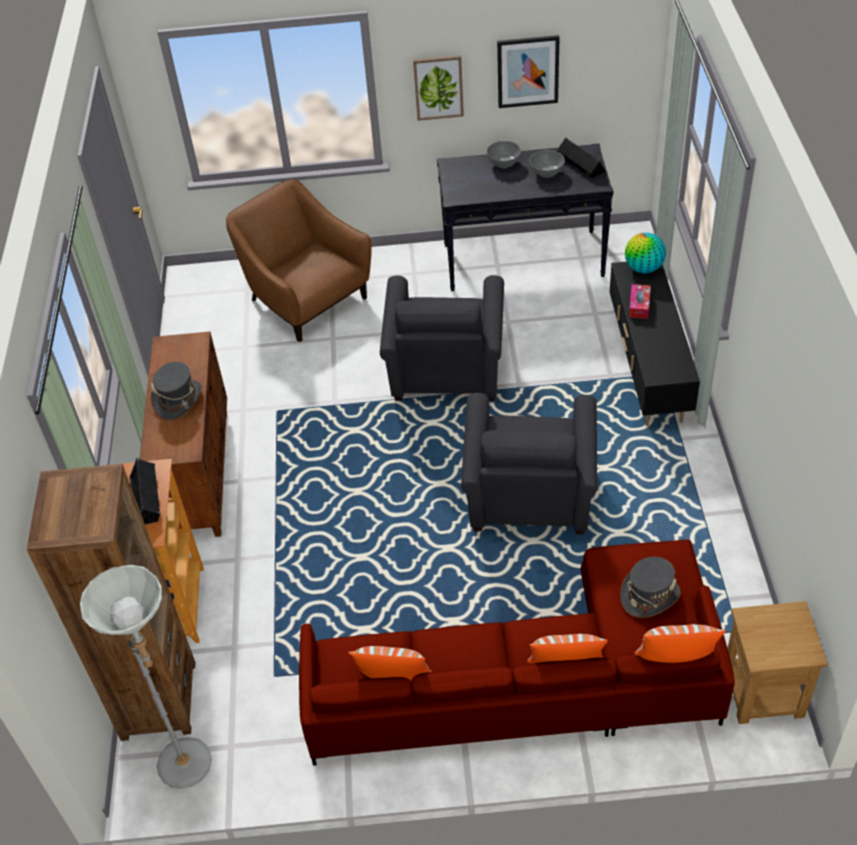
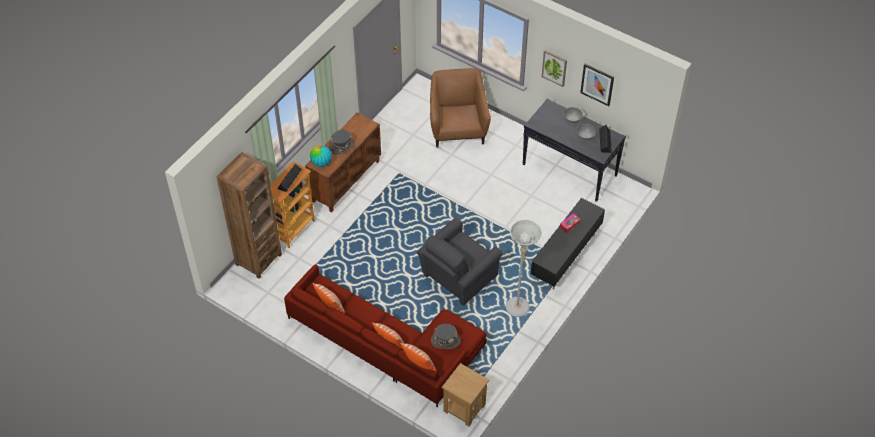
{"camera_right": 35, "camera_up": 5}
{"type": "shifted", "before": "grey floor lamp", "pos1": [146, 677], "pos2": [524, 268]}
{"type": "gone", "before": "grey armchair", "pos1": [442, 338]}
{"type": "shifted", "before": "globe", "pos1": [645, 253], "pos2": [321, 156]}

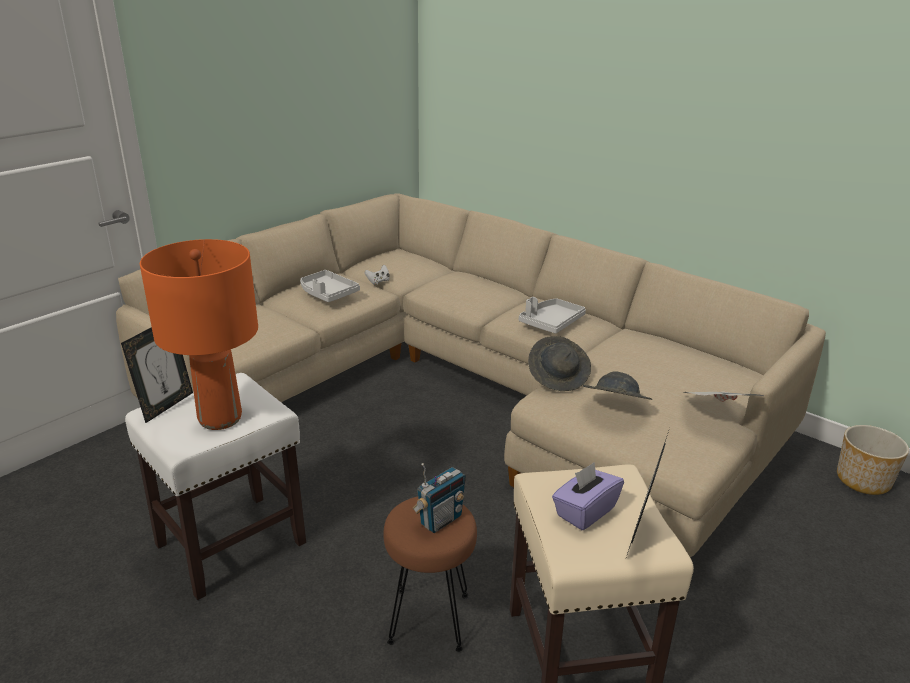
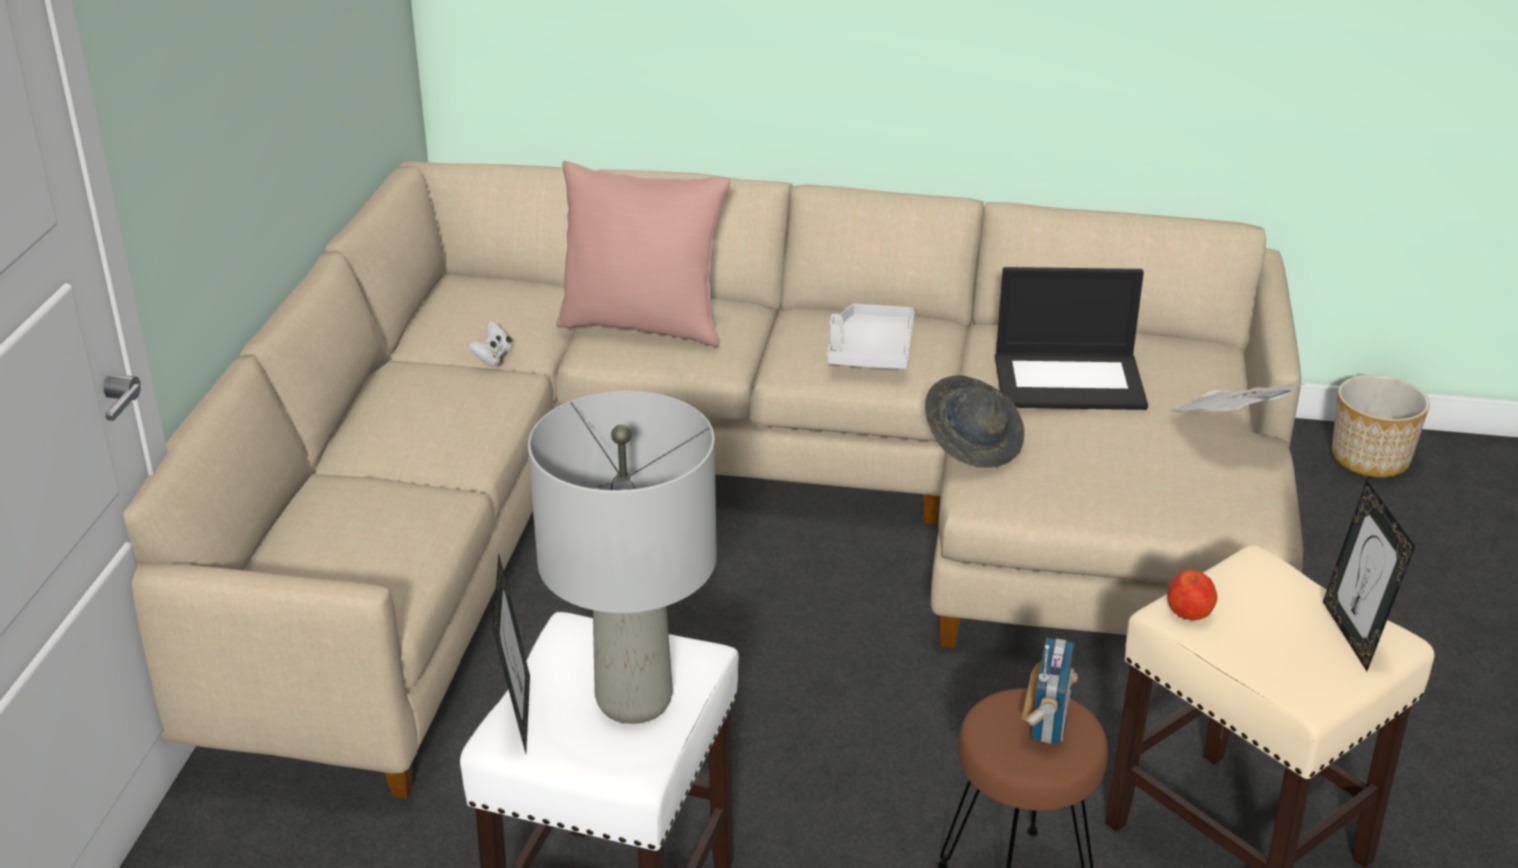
{"camera_right": -30, "camera_up": 5}
{"type": "repainted", "before": "orange table lamp", "after": "grey table lamp", "pos1": [199, 334], "pos2": [622, 557]}
{"type": "gone", "before": "grey tray", "pos1": [330, 286]}
{"type": "gone", "before": "purple tissue box", "pos1": [588, 496]}
{"type": "gone", "before": "grey hat", "pos1": [617, 385]}
{"type": "new", "after": "pink pillow", "pos2": [643, 253]}
{"type": "new", "after": "laptop", "pos2": [1071, 338]}
{"type": "new", "after": "apple", "pos2": [1192, 595]}

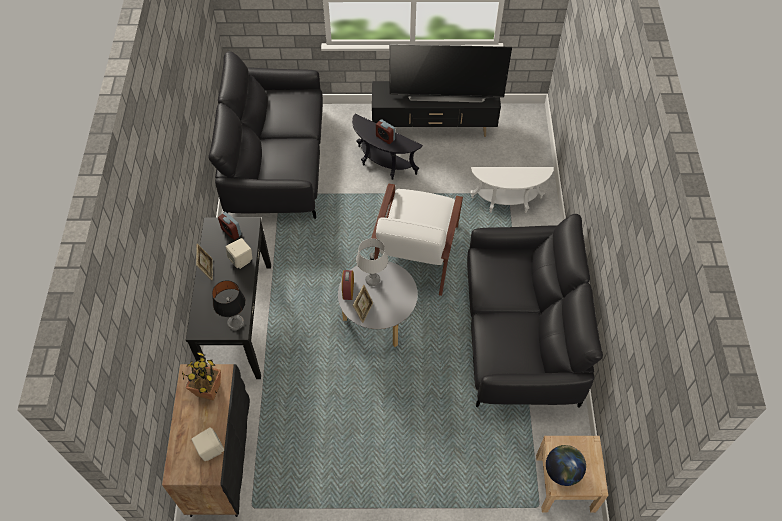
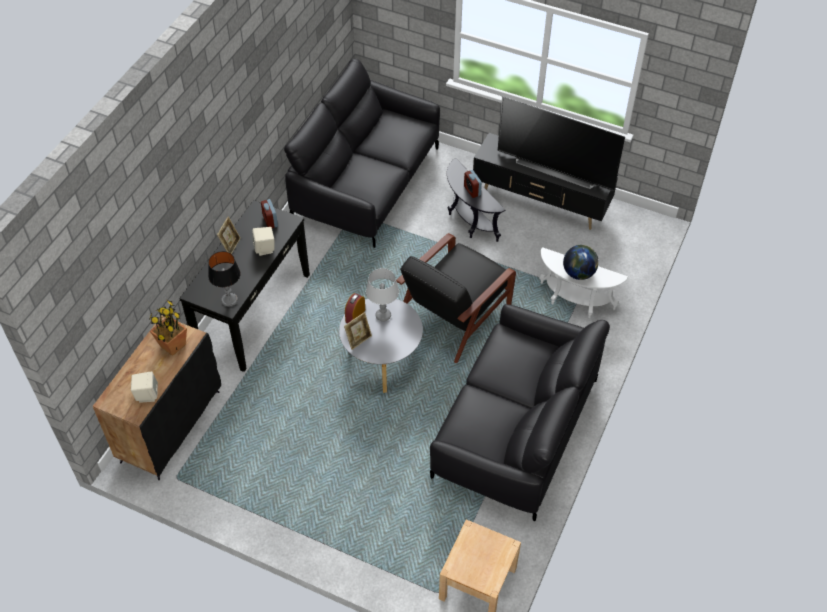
{"camera_right": 25, "camera_up": -5}
{"type": "repainted", "before": "white armchair", "after": "black armchair", "pos1": [417, 239], "pos2": [456, 298]}
{"type": "shifted", "before": "globe", "pos1": [566, 465], "pos2": [581, 262]}

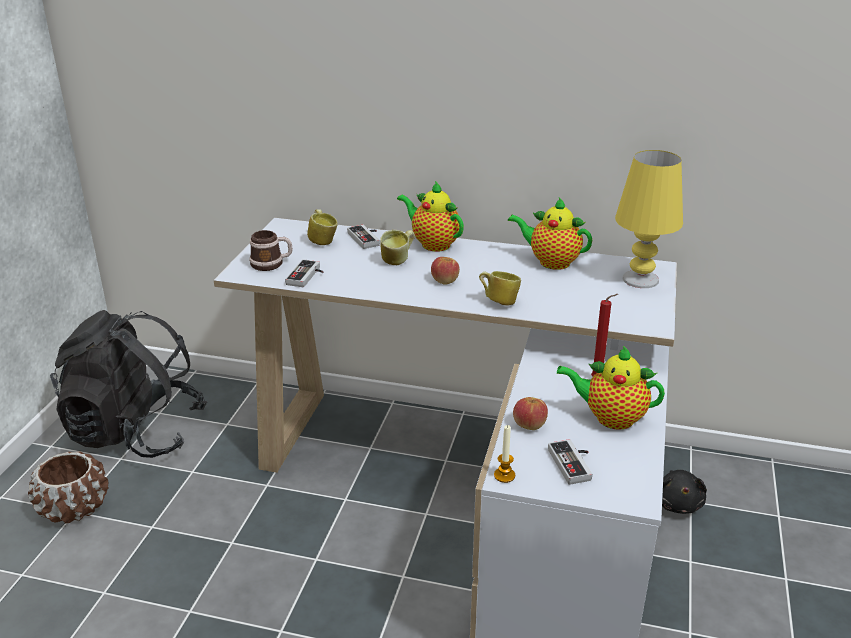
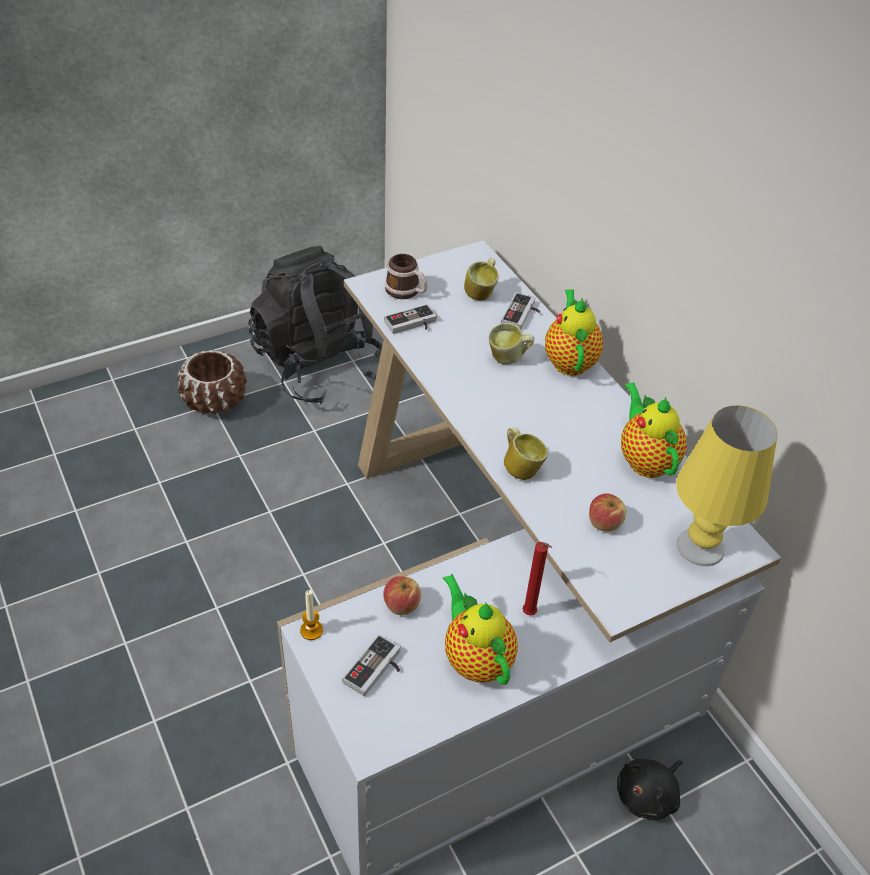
{"camera_right": 45, "camera_up": 15}
{"type": "shifted", "before": "apple", "pos1": [445, 270], "pos2": [607, 512]}

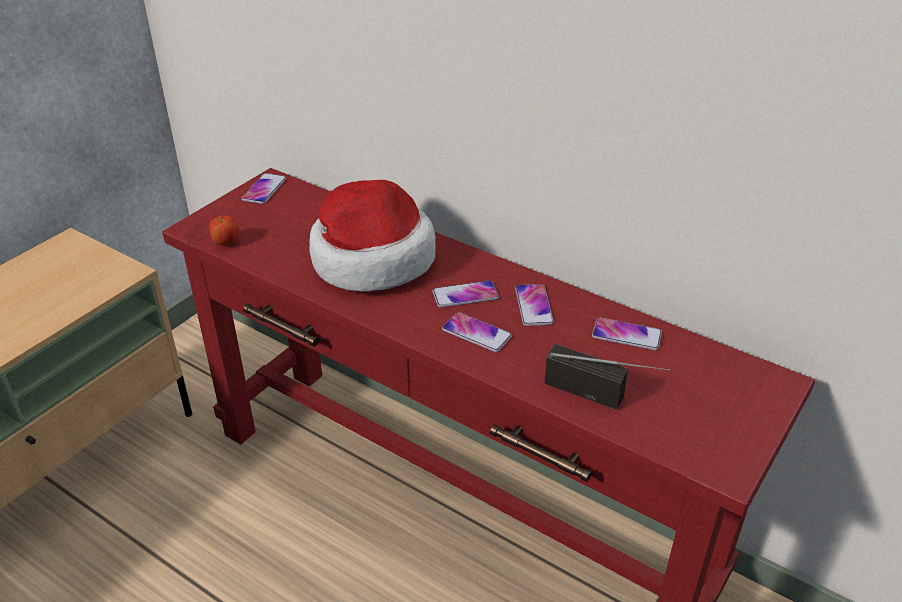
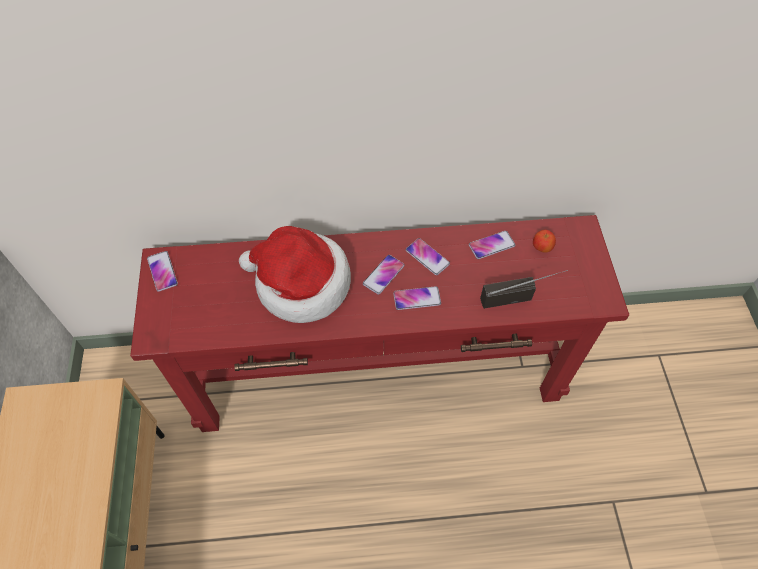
{"camera_right": -40, "camera_up": 20}
{"type": "shifted", "before": "apple", "pos1": [224, 230], "pos2": [544, 241]}

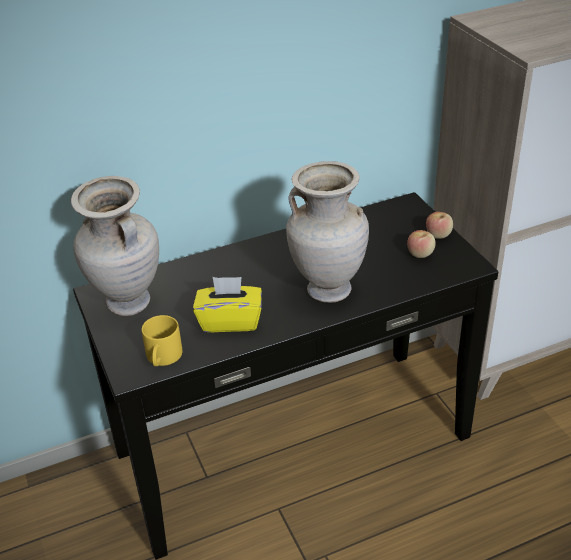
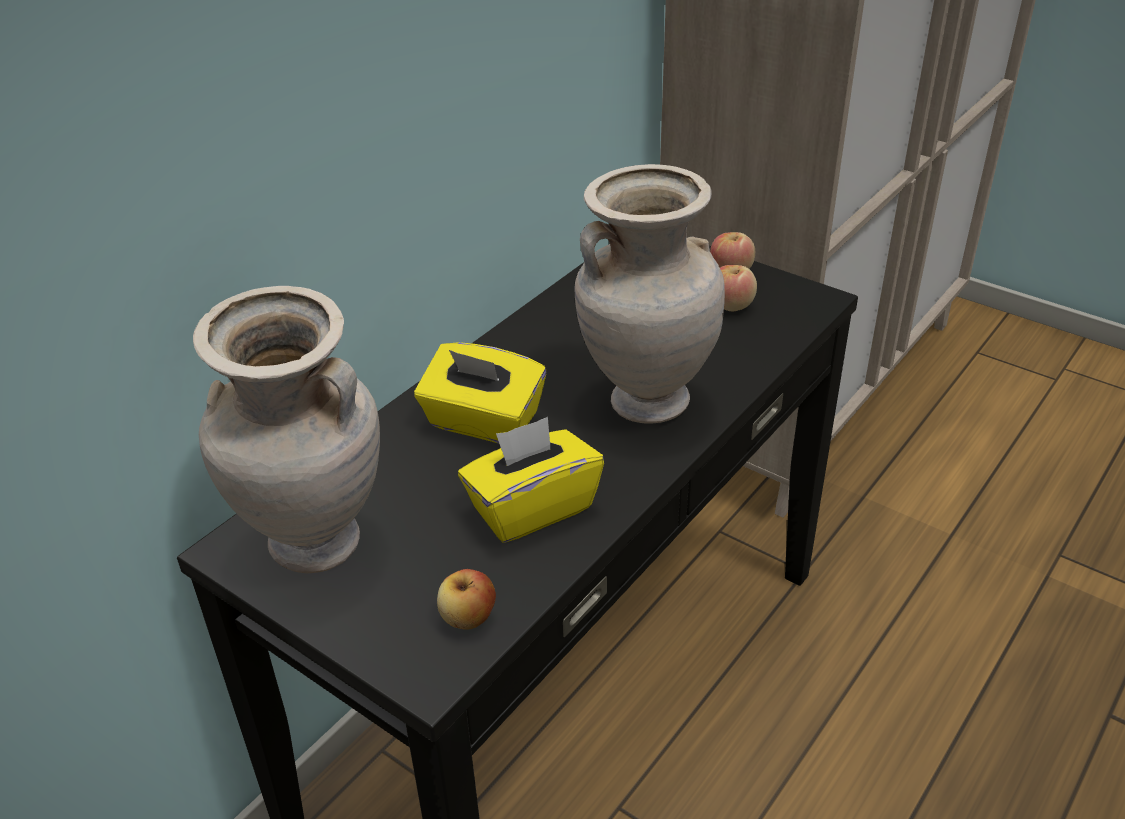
{"camera_right": -30, "camera_up": 0}
{"type": "swapped", "before": "yellow mug", "after": "apple", "pos1": [162, 340], "pos2": [466, 599]}
{"type": "new", "after": "yellow tissue box", "pos2": [480, 393]}

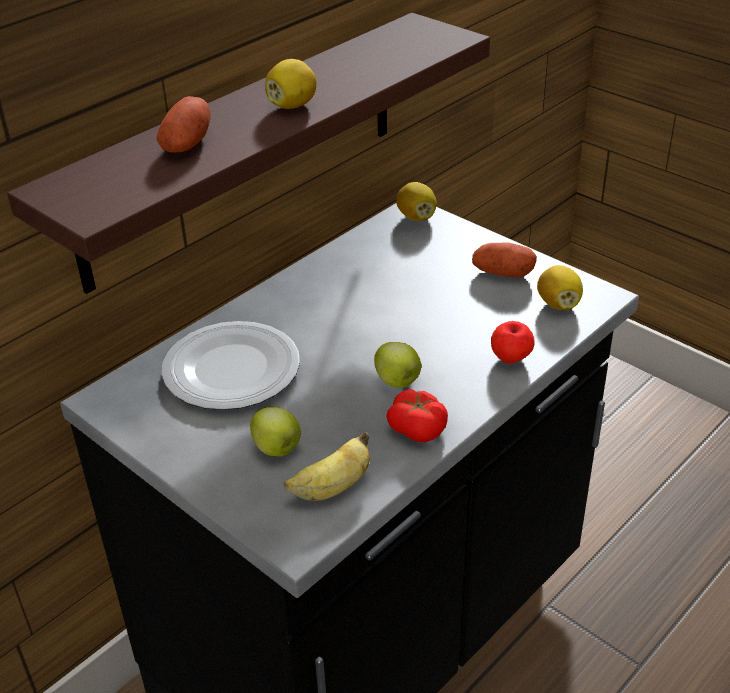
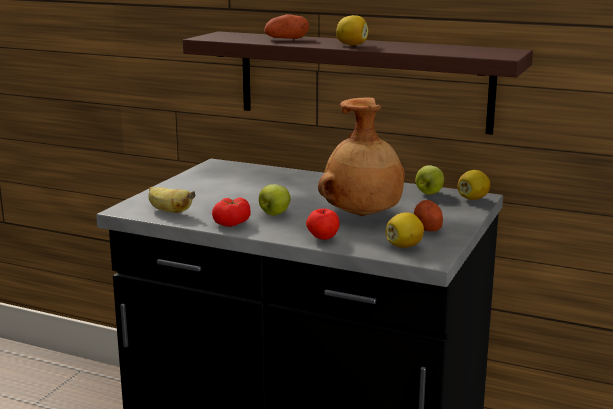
{"camera_right": 70, "camera_up": -20}
{"type": "gone", "before": "plate", "pos1": [231, 365]}
{"type": "shifted", "before": "apple", "pos1": [275, 431], "pos2": [430, 180]}
{"type": "new", "after": "brown vase", "pos2": [361, 156]}

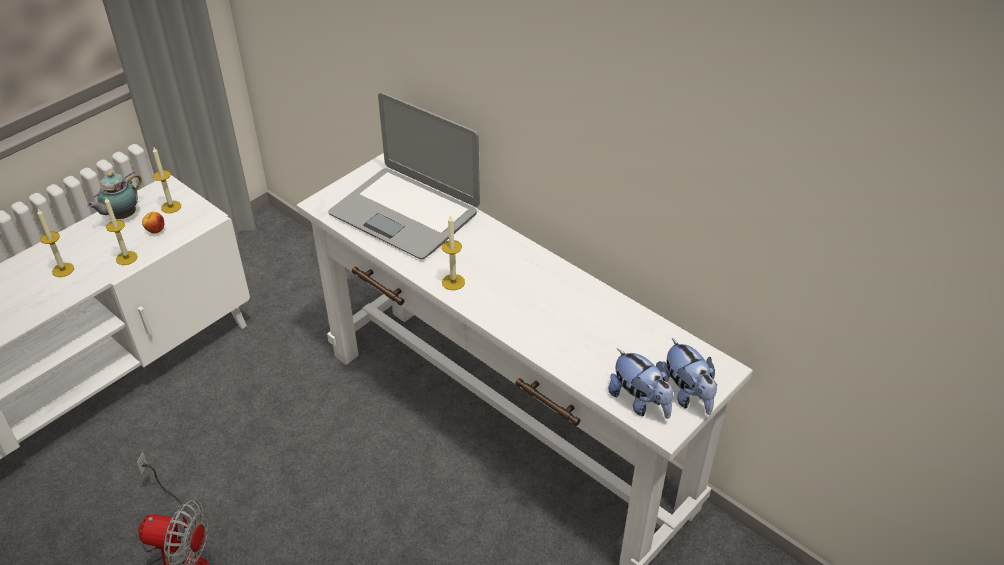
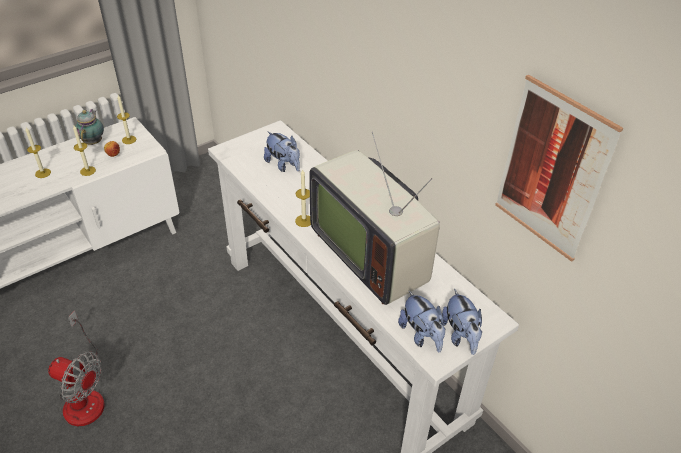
{"camera_right": 10, "camera_up": 0}
{"type": "rotated", "before": "teapot", "pos1": [114, 195], "pos2": [89, 127], "turn": 135}
{"type": "swapped", "before": "laptop", "after": "plush toy", "pos1": [404, 175], "pos2": [282, 151]}
{"type": "new", "after": "television", "pos2": [374, 218]}
{"type": "new", "after": "picture", "pos2": [559, 168]}

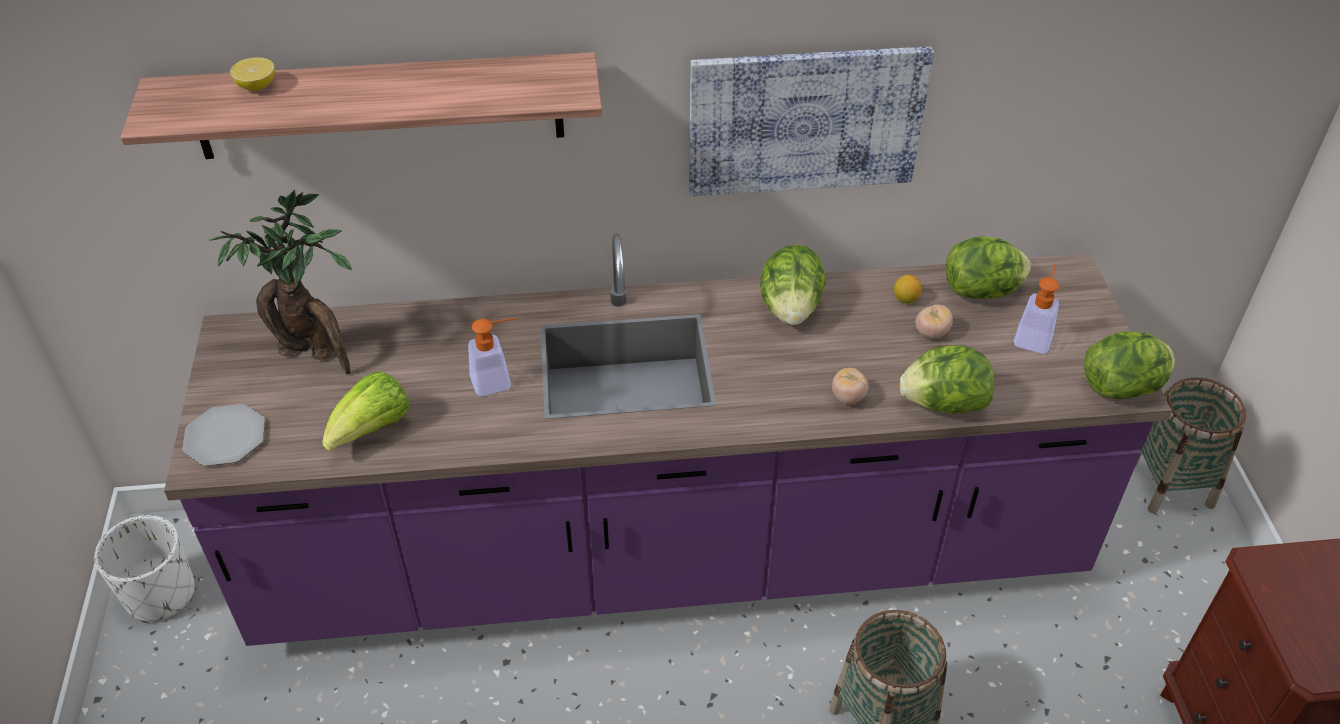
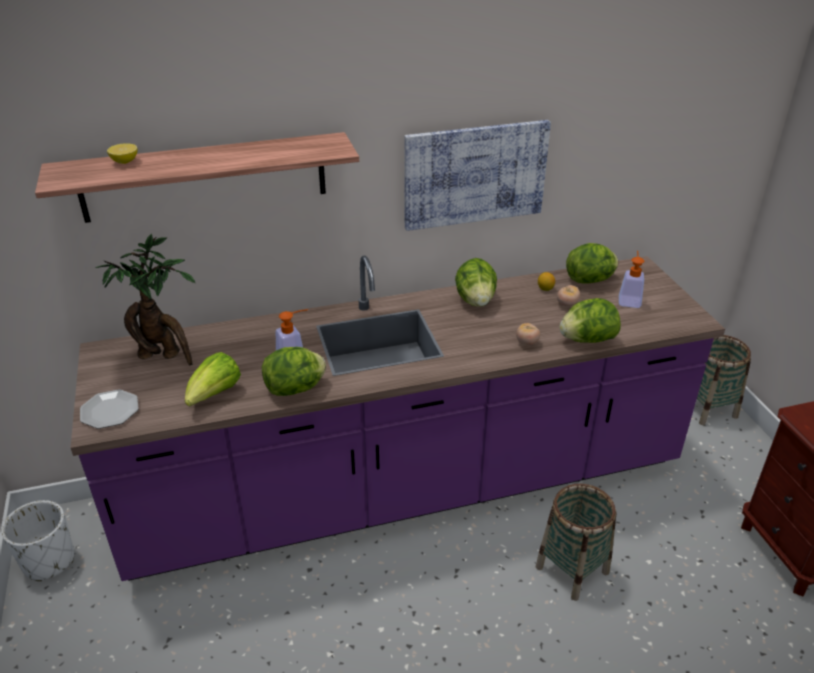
{"camera_right": -10, "camera_up": -10}
{"type": "shifted", "before": "lettuce", "pos1": [1129, 365], "pos2": [294, 371]}

